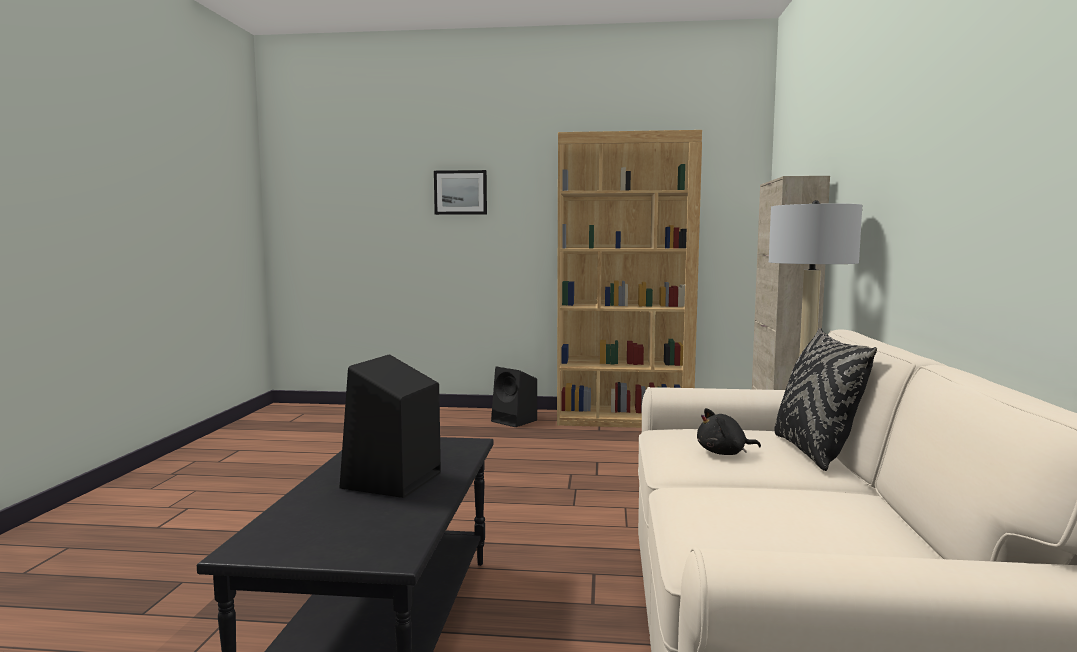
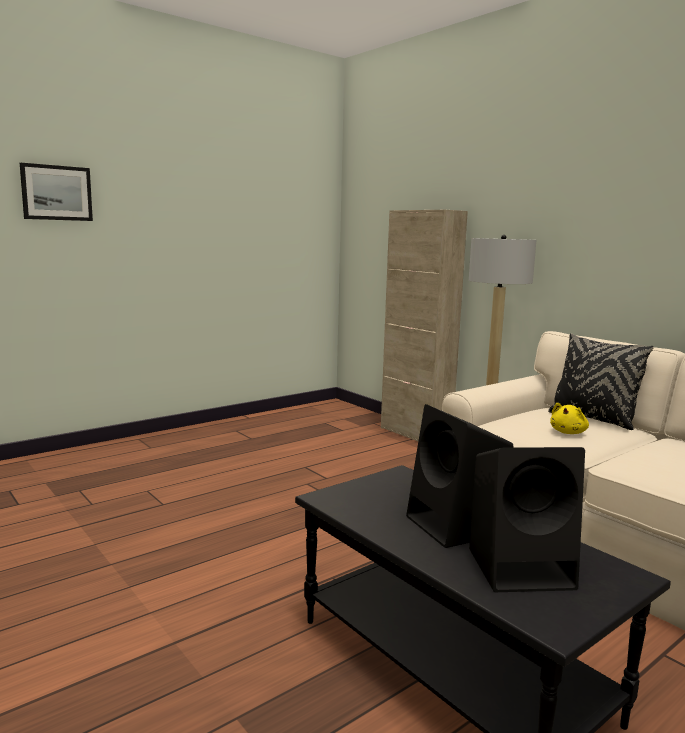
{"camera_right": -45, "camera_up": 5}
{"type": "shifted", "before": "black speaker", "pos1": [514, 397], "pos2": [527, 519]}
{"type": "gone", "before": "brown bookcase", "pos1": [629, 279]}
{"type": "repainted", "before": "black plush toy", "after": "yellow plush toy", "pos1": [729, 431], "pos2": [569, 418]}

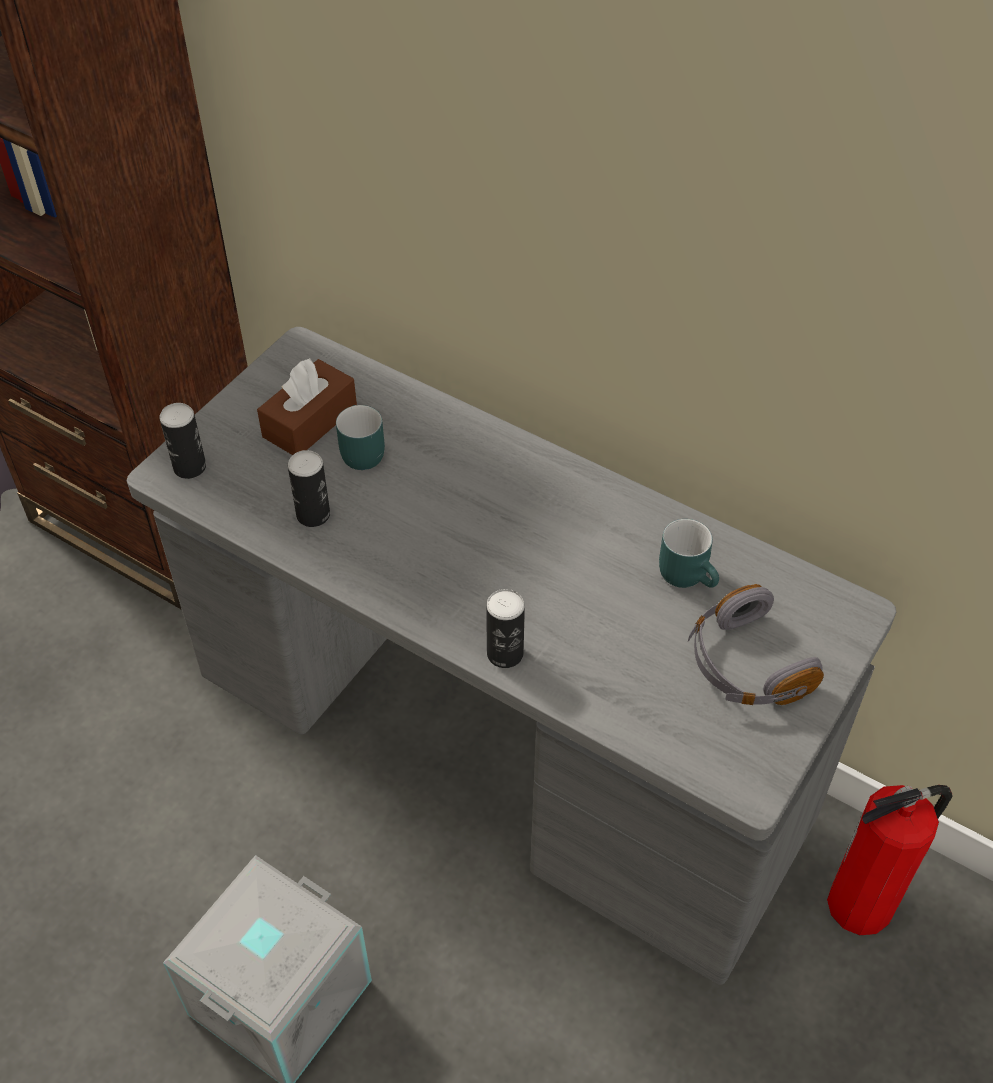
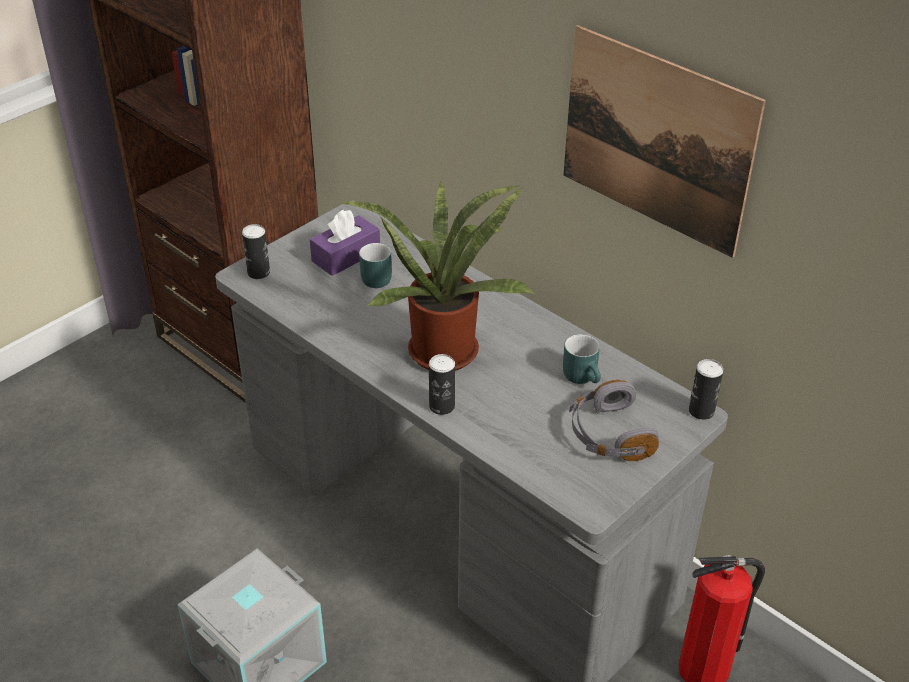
{"camera_right": 10, "camera_up": -10}
{"type": "repainted", "before": "brown tissue box", "after": "purple tissue box", "pos1": [307, 406], "pos2": [345, 243]}
{"type": "shifted", "before": "can", "pos1": [309, 488], "pos2": [706, 389]}
{"type": "new", "after": "potted plant", "pos2": [437, 275]}
{"type": "new", "after": "picture", "pos2": [664, 141]}

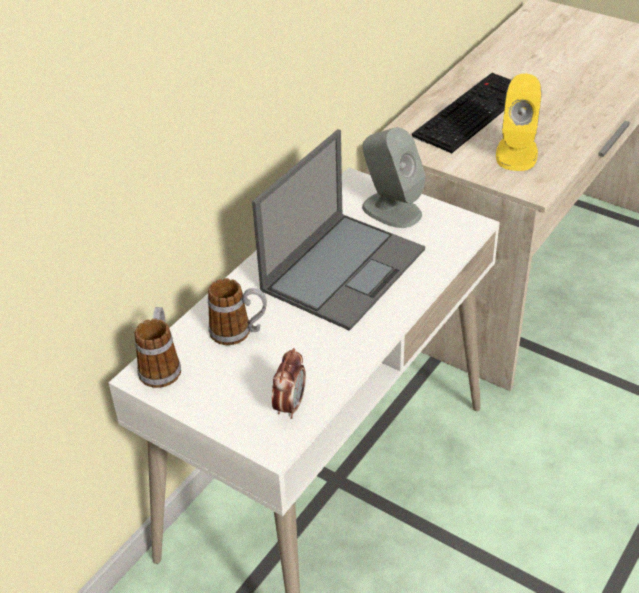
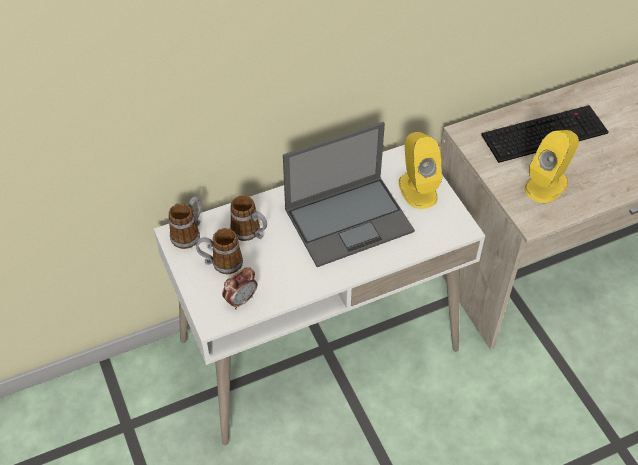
{"camera_right": 30, "camera_up": 10}
{"type": "repainted", "before": "grey speaker", "after": "yellow speaker", "pos1": [394, 177], "pos2": [420, 170]}
{"type": "new", "after": "mug", "pos2": [219, 251]}

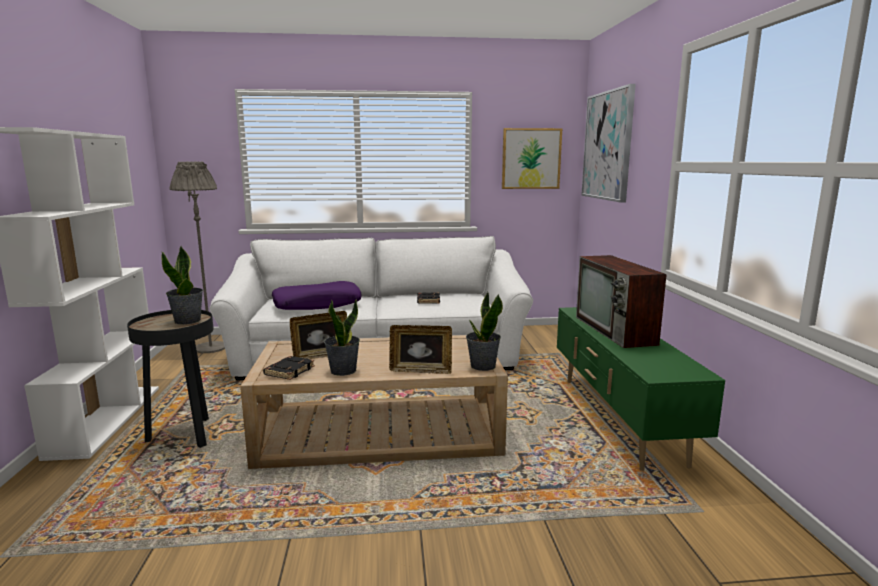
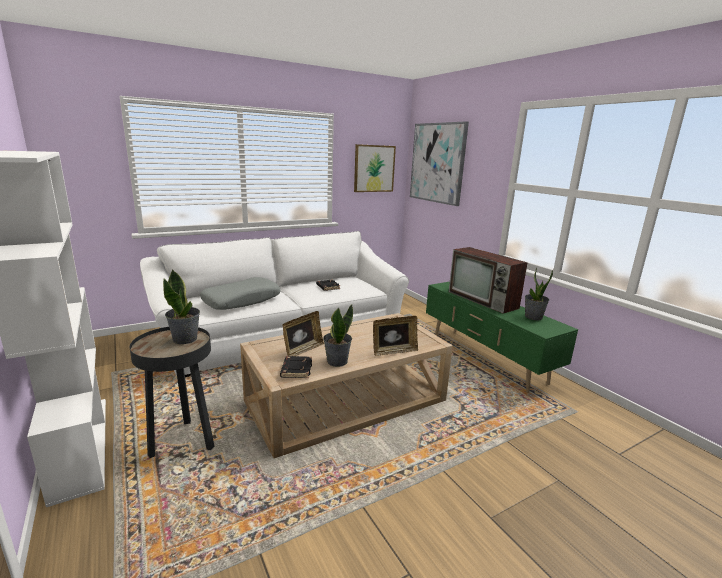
{"camera_right": -25, "camera_up": 5}
{"type": "gone", "before": "grey floor lamp", "pos1": [197, 257]}
{"type": "repainted", "before": "purple pillow", "after": "grey pillow", "pos1": [317, 295], "pos2": [240, 293]}
{"type": "shifted", "before": "potted plant", "pos1": [484, 331], "pos2": [539, 294]}

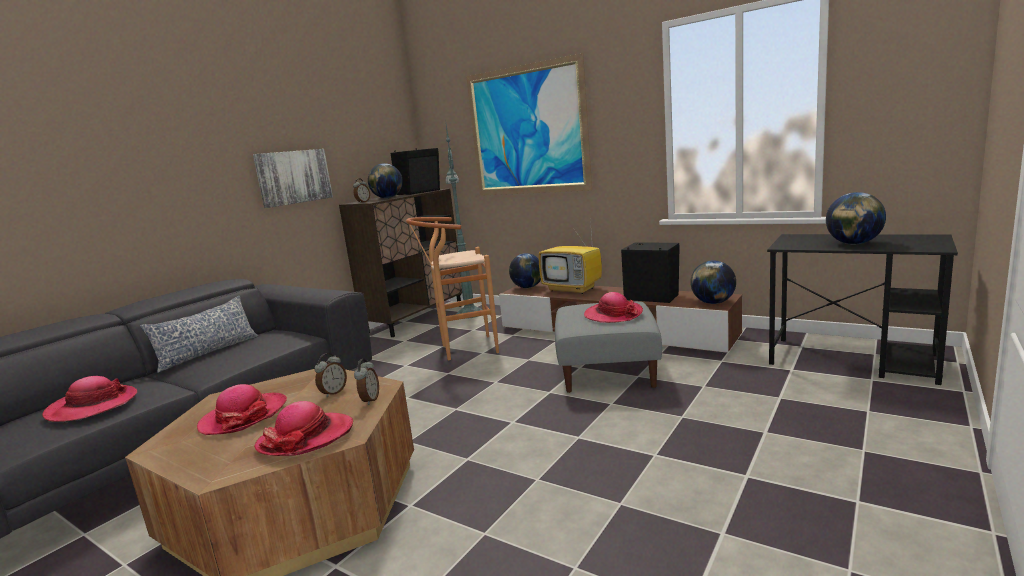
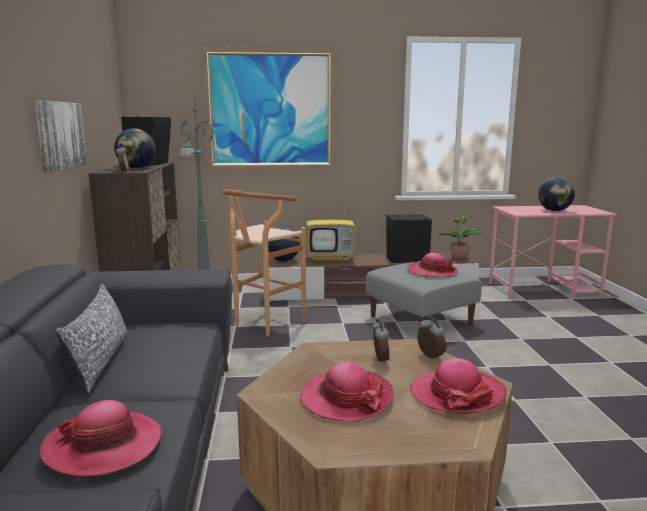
{"camera_right": -40, "camera_up": 0}
{"type": "swapped", "before": "globe", "after": "potted plant", "pos1": [713, 282], "pos2": [461, 237]}
{"type": "repainted", "before": "black desk", "after": "pink desk", "pos1": [862, 309], "pos2": [553, 252]}

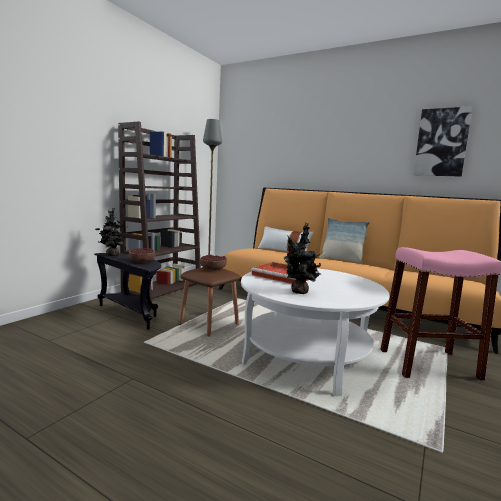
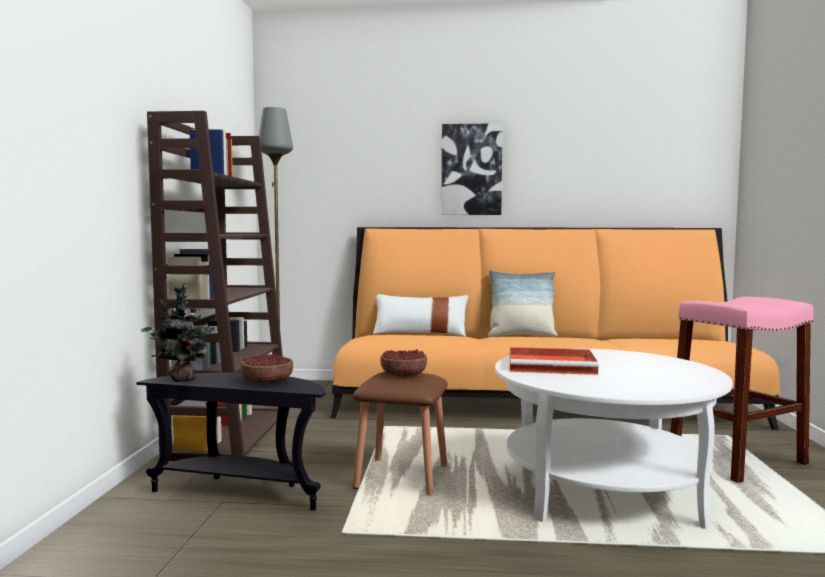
{"camera_right": -25, "camera_up": -5}
{"type": "gone", "before": "potted plant", "pos1": [302, 258]}
{"type": "shifted", "before": "picture", "pos1": [443, 141], "pos2": [472, 169]}

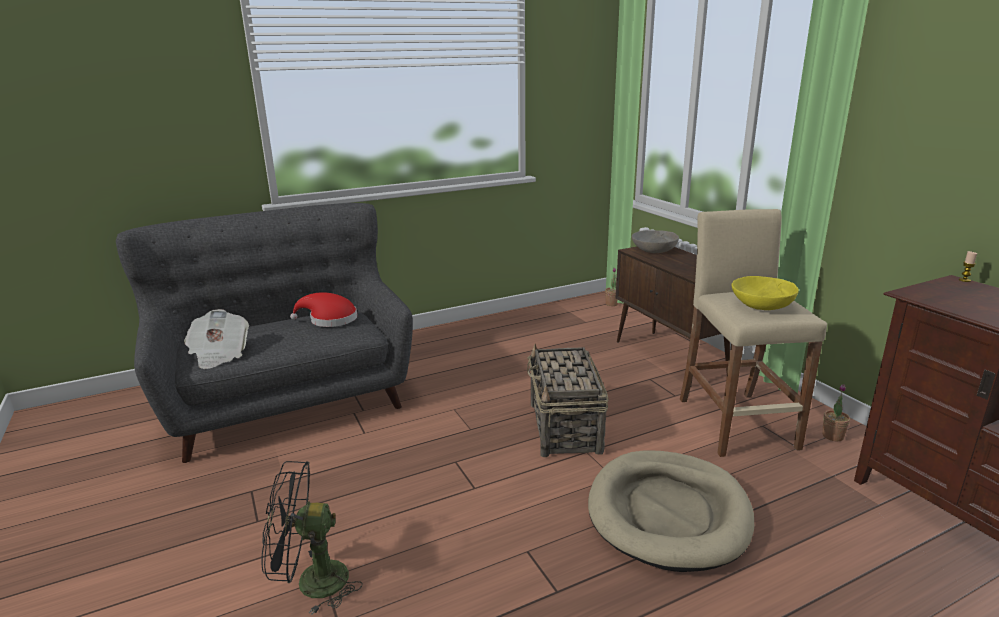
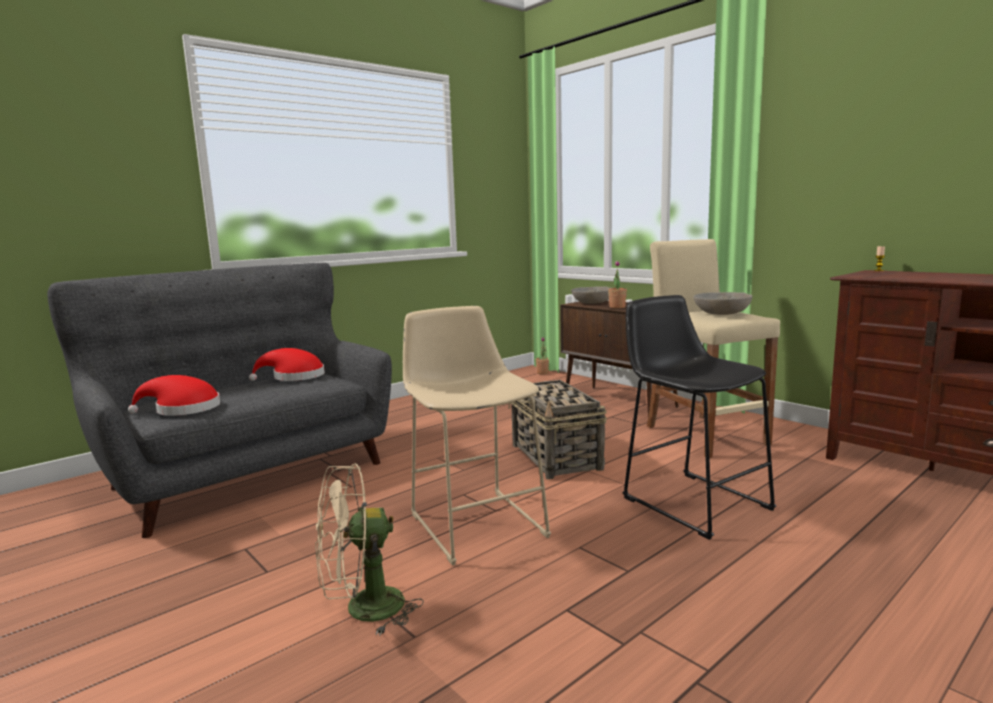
{"camera_right": -15, "camera_up": -10}
{"type": "swapped", "before": "newspaper", "after": "red hat", "pos1": [216, 339], "pos2": [174, 395]}
{"type": "repainted", "before": "black fan", "after": "beige fan", "pos1": [312, 538], "pos2": [369, 549]}
{"type": "swapped", "before": "beige dog bed", "after": "black stool", "pos1": [671, 511], "pos2": [699, 417]}
{"type": "repainted", "before": "yellow bowl", "after": "grey bowl", "pos1": [765, 293], "pos2": [722, 303]}
{"type": "shifted", "before": "potted plant", "pos1": [836, 412], "pos2": [617, 284]}
{"type": "new", "after": "beige stool", "pos2": [477, 436]}

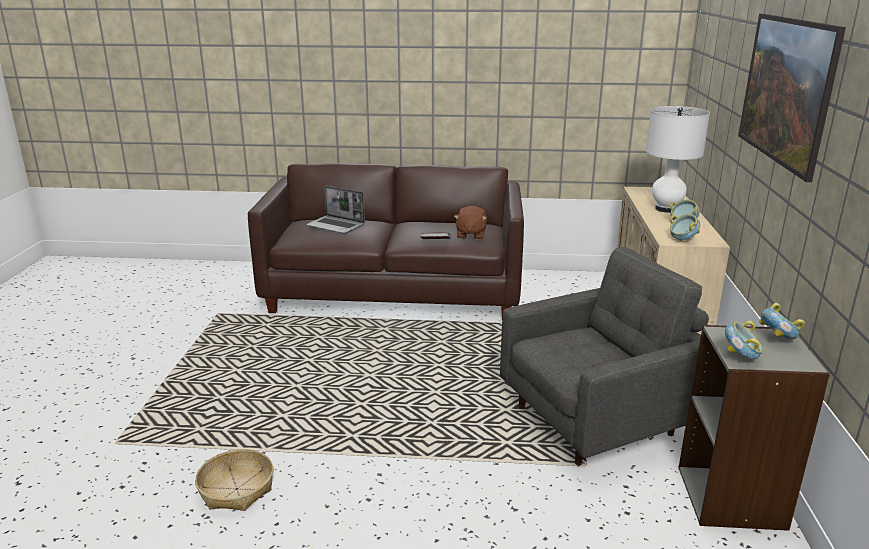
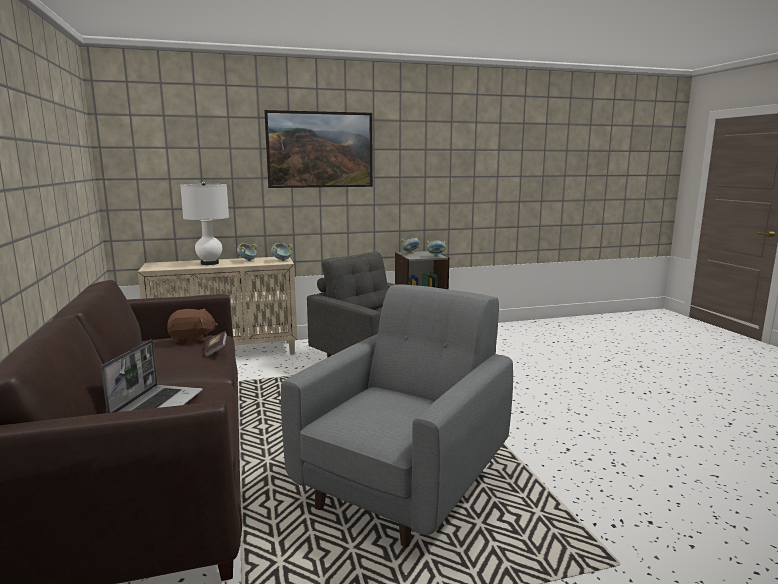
{"camera_right": -110, "camera_up": -10}
{"type": "gone", "before": "basket", "pos1": [234, 480]}
{"type": "new", "after": "grey armchair", "pos2": [397, 416]}

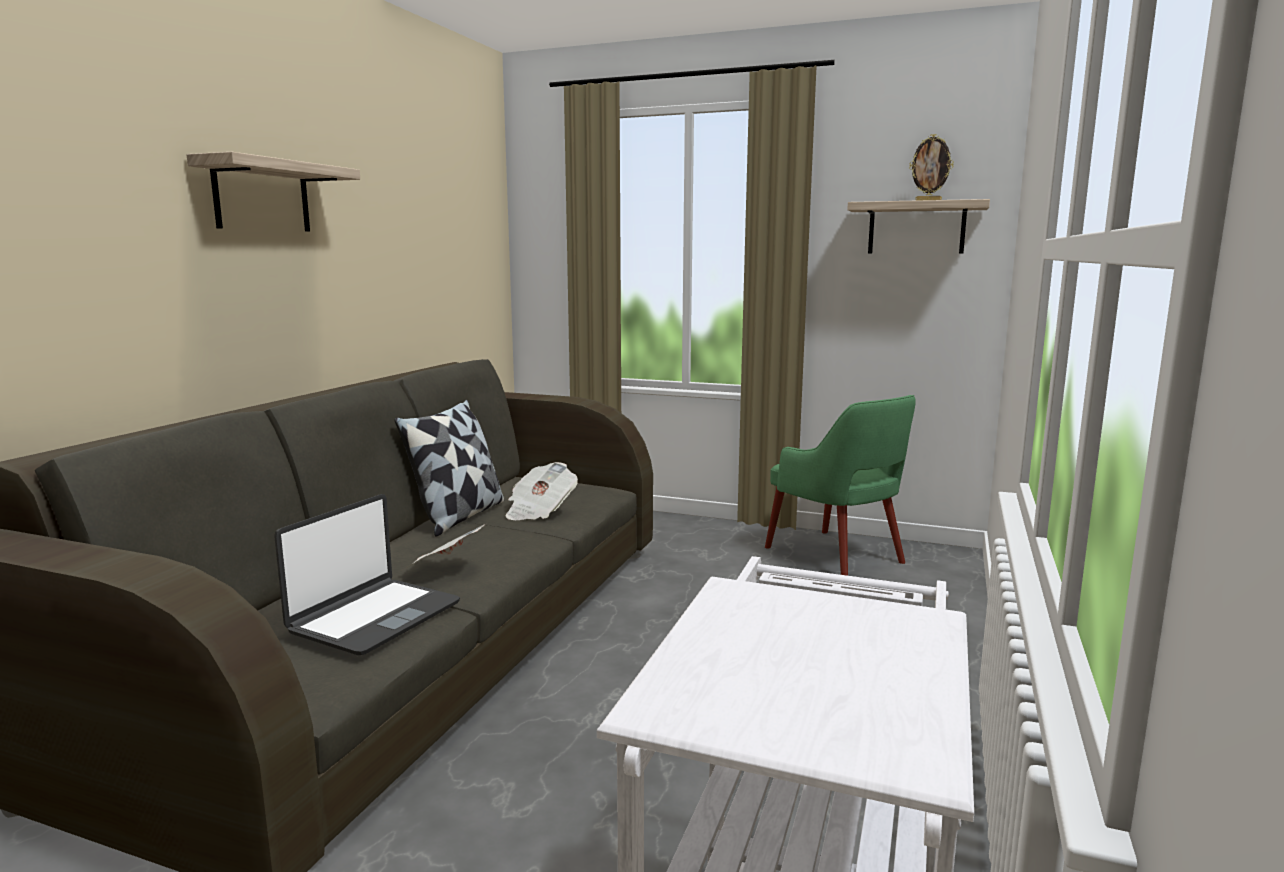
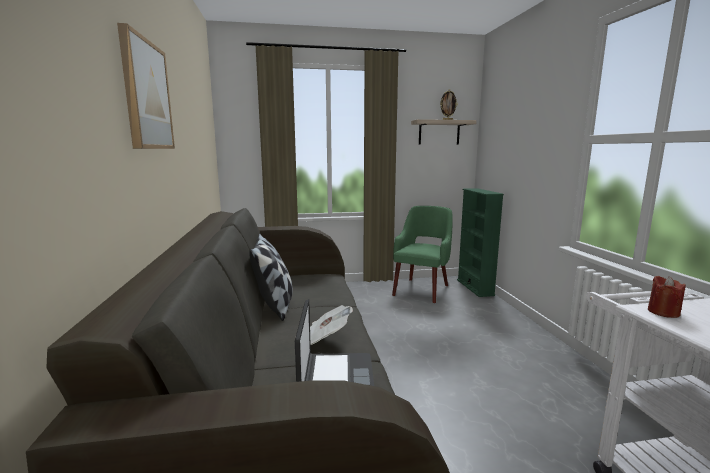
{"camera_right": -30, "camera_up": 0}
{"type": "swapped", "before": "shelf", "after": "picture", "pos1": [273, 191], "pos2": [146, 86]}
{"type": "gone", "before": "newspaper", "pos1": [541, 491]}
{"type": "rotated", "before": "green armchair", "pos1": [840, 485], "pos2": [422, 254], "turn": -90}
{"type": "new", "after": "green bookcase", "pos2": [480, 242]}
{"type": "new", "after": "red candle", "pos2": [667, 297]}

